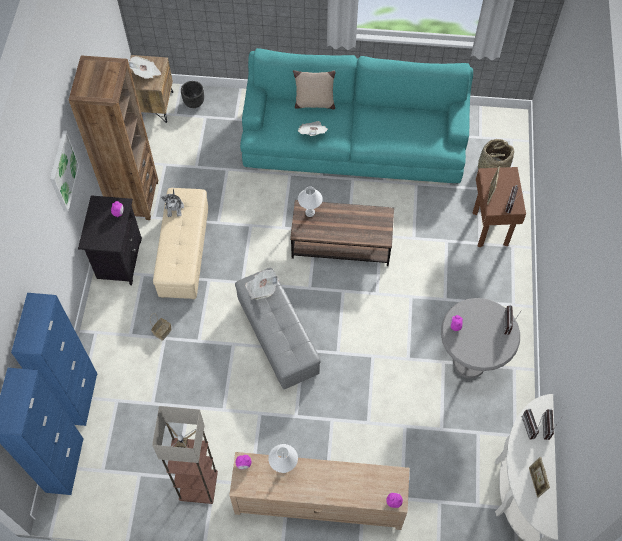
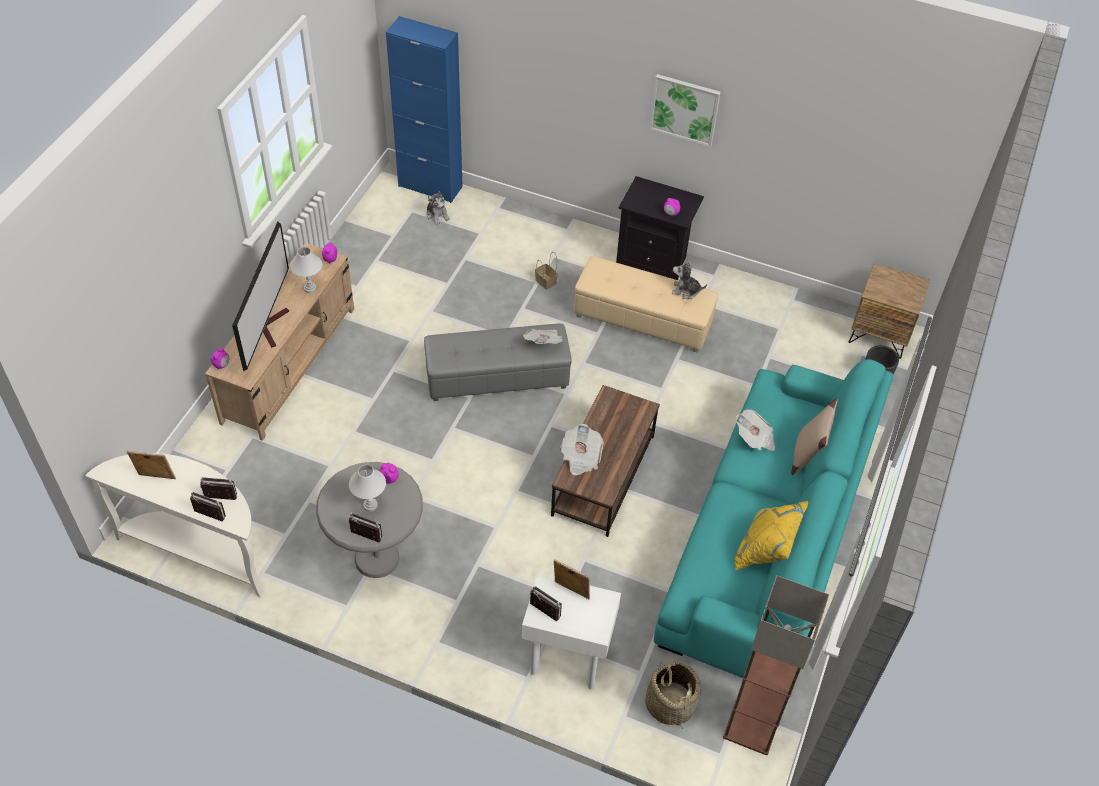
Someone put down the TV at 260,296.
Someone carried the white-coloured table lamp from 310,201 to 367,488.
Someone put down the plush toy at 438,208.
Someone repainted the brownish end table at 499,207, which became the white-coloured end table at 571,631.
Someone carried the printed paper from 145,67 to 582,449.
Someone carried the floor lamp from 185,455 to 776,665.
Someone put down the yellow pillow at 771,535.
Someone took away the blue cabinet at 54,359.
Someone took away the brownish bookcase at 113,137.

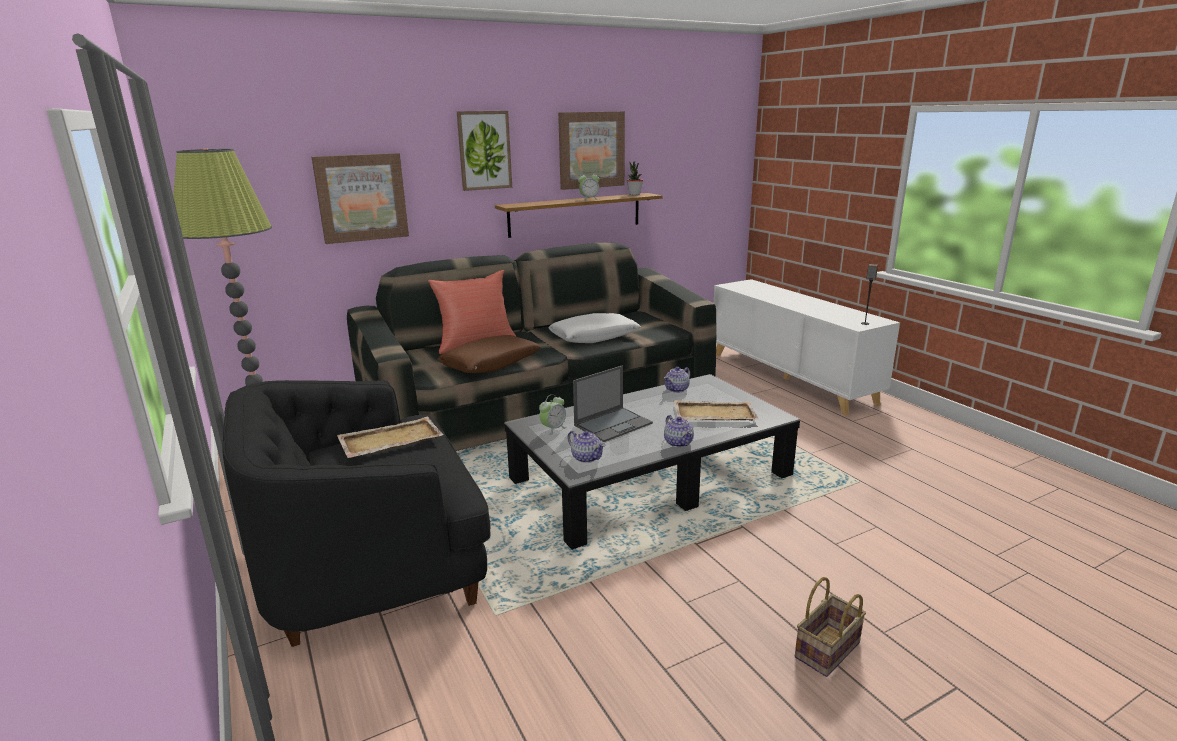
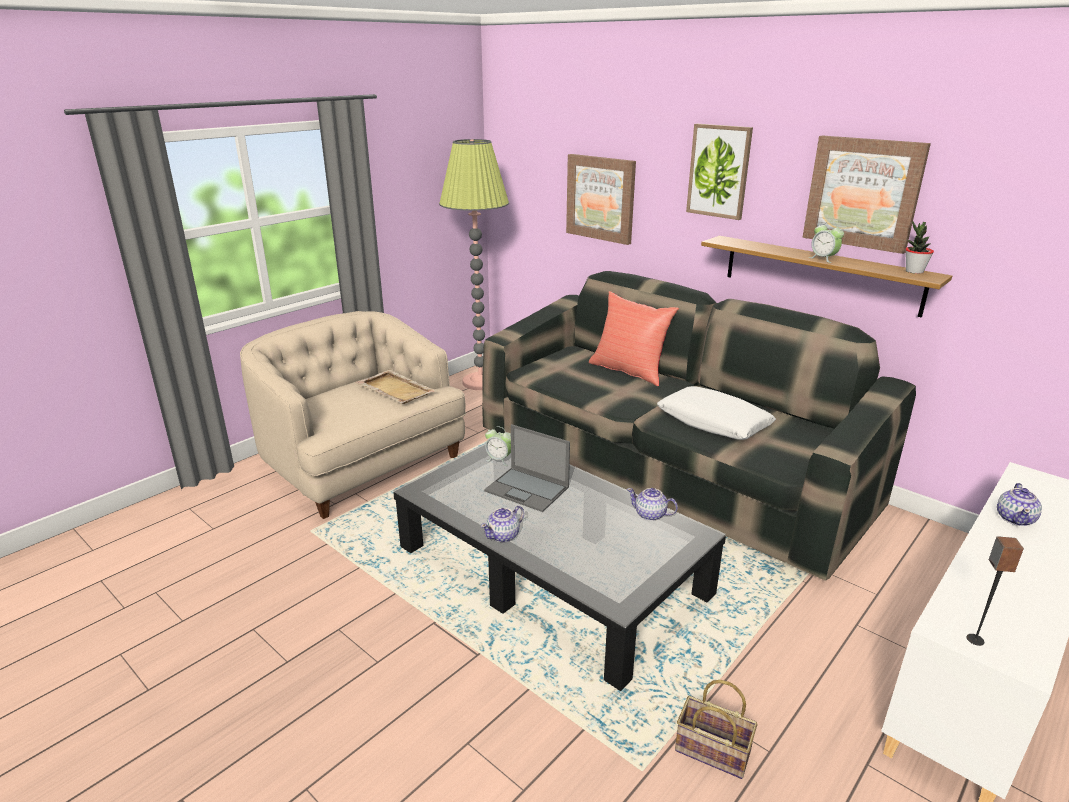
Someone repainted the black armchair at 357,513, which became the beige-coloured armchair at 353,415.
Someone carried the household basket from 830,627 to 716,729.
Someone carried the teapot from 587,447 to 1019,504.
Someone took away the brownish pillow at 489,354.
Someone took away the beige-coloured carrying tray at 716,410.

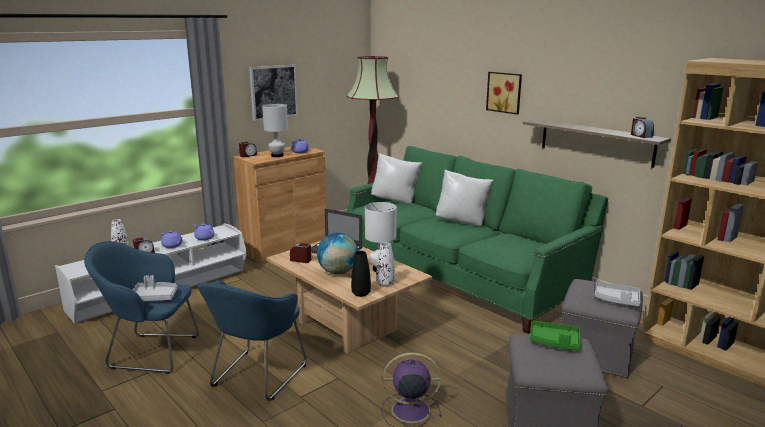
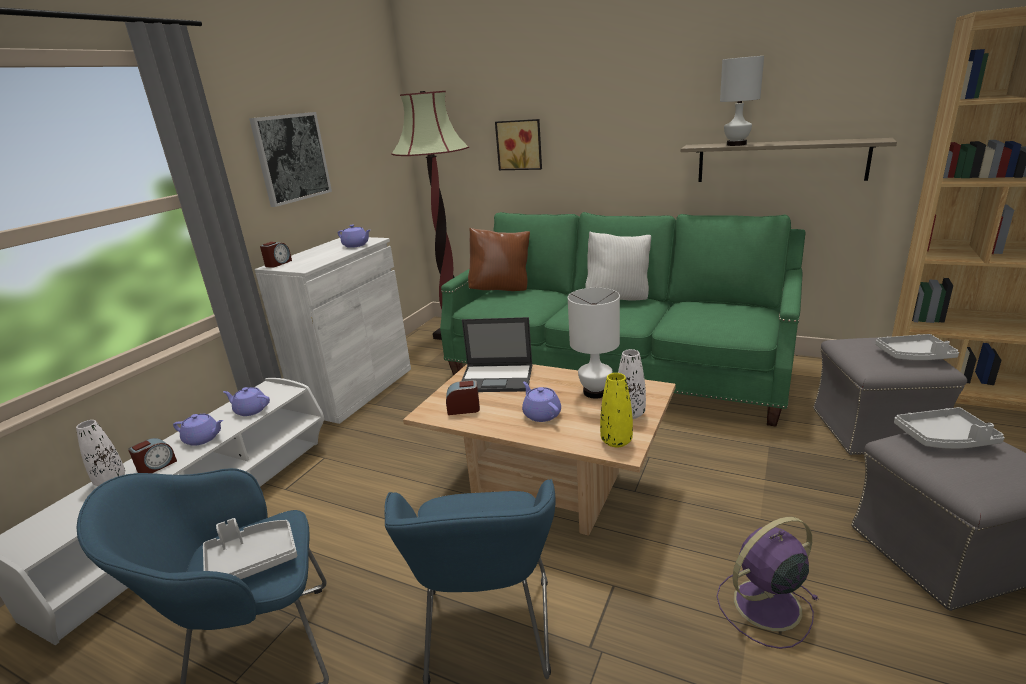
Someone repainted the brownish cabinet at 280,205, which became the white-coloured cabinet at 333,330.
Someone repainted the white-coloured pillow at 396,178, which became the brownish pillow at 499,259.
Someone carried the wall art from 504,93 to 518,144.
Someone swapped the globe at 337,253 for the purple teapot at 541,402.
Someone repainted the black vase at 361,274, which became the yellow vase at 616,410.
Someone carried the white-coloured table lamp from 275,130 to 742,101.
Someone repainted the green-coloured carrying tray at 555,336, which became the gray carrying tray at 949,428.
Someone took away the table clock at 642,127.

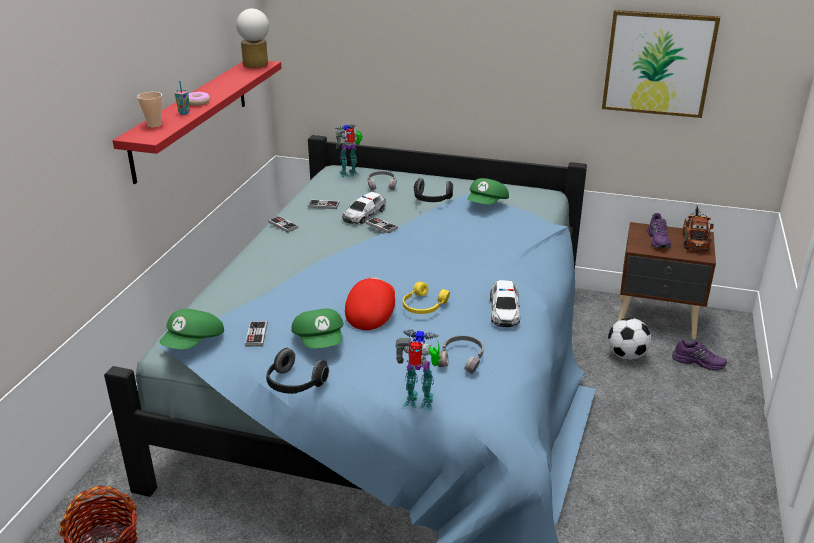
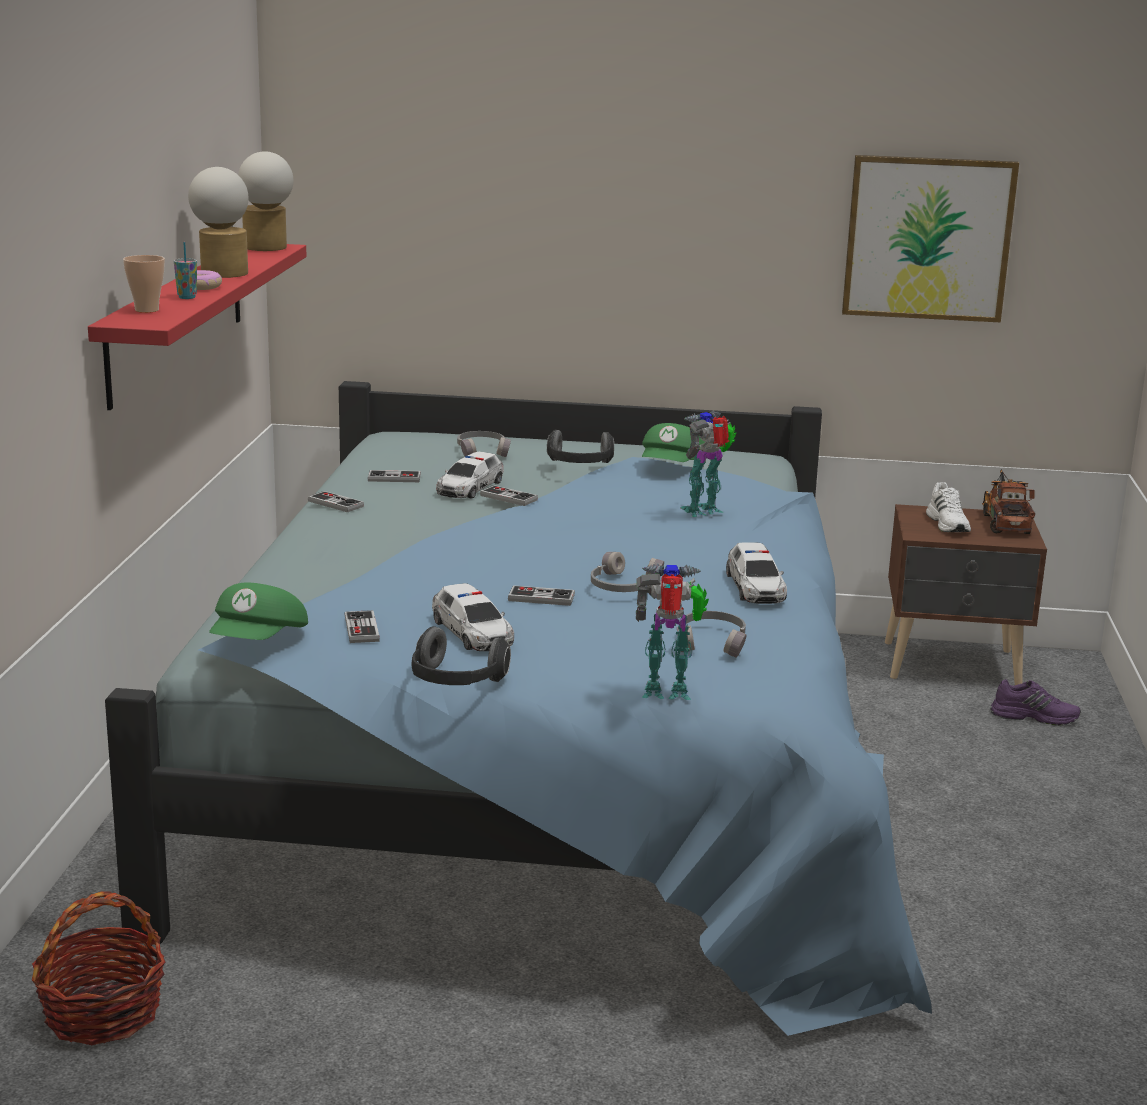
Someone put down the table lamp at 218,222.
Someone swapped the green-coloured cap at 317,328 for the miniature car at 473,617.
Someone swapped the reddish cap at 370,303 for the gamepad at 541,595.
Someone repainted the yellow headphones at 426,298, which became the gray headphones at 627,572.
Someone carried the toy robot from 349,151 to 708,464.
Someone repainted the purple low shoe at 659,230, which became the white-coloured low shoe at 948,507.
Someone took away the ball for football at 629,339.

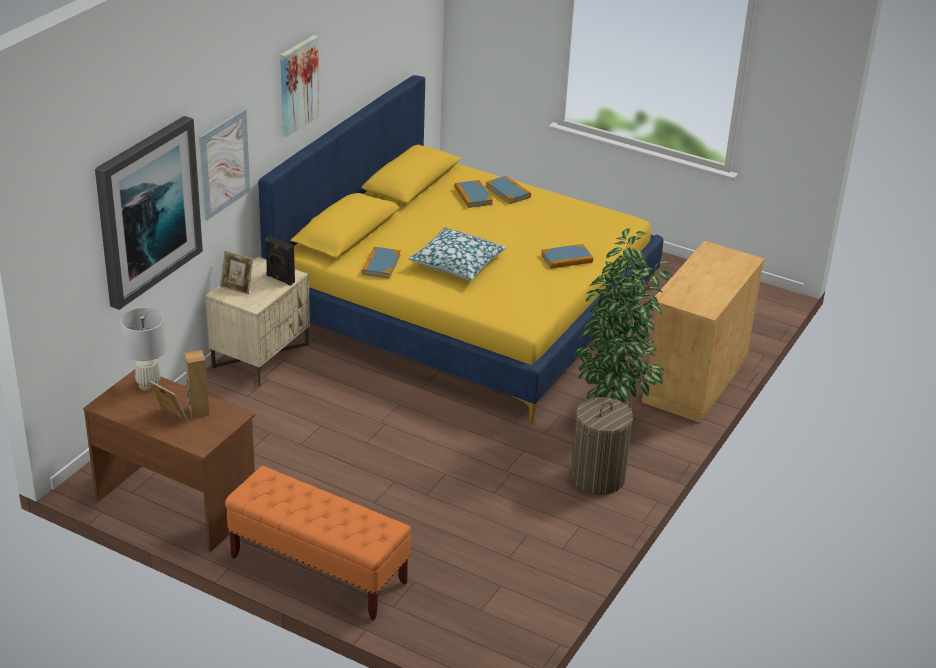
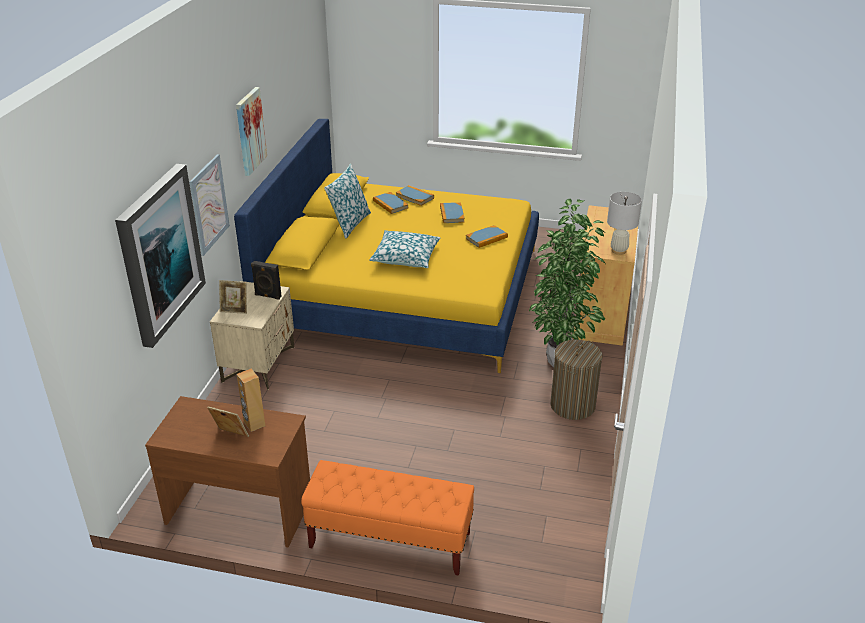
Someone put down the pillow at 347,201.
Someone carried the volume from 381,263 to 452,212.
Someone carried the white-coloured table lamp from 144,349 to 624,223.

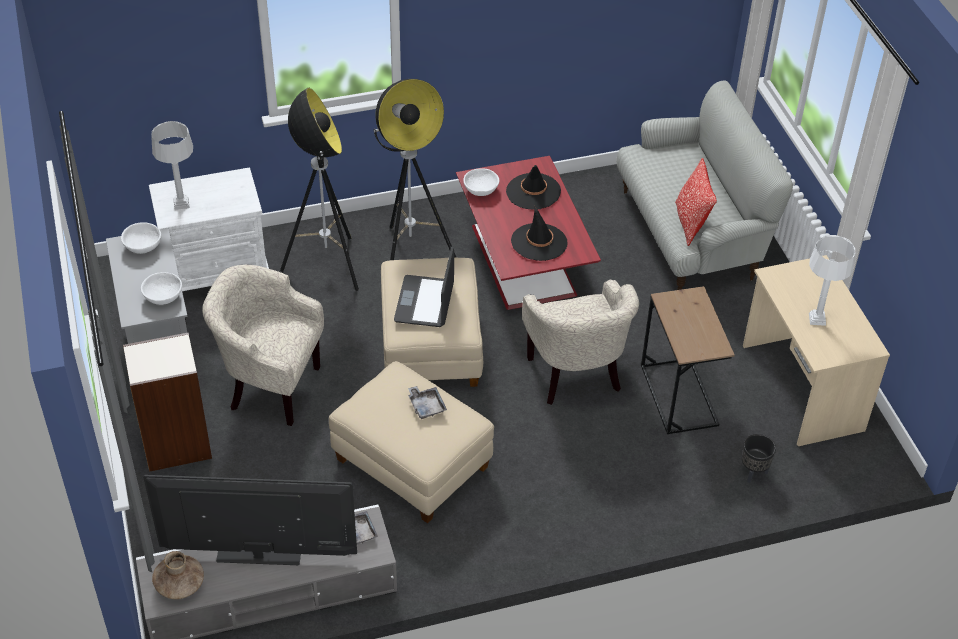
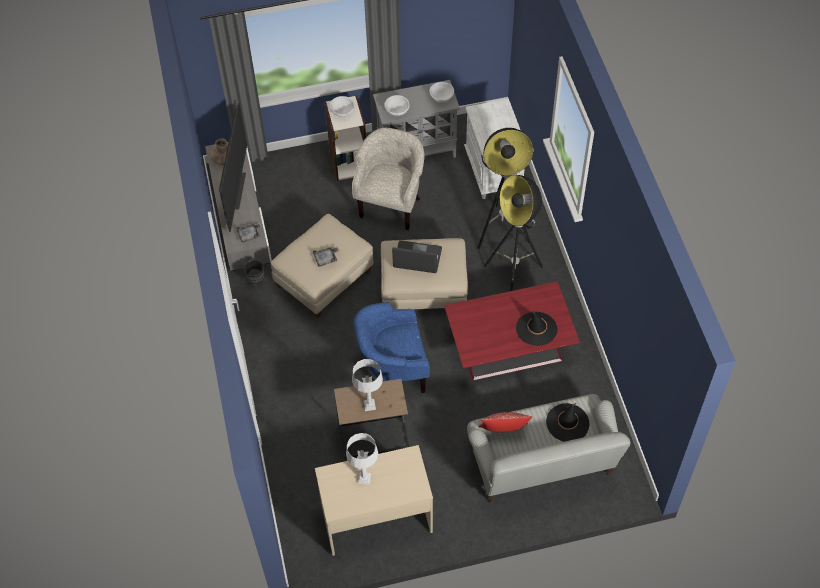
Someone carried the black plant pot from 759,458 to 254,275.
Someone carried the white-coloured serving bowl from 481,182 to 342,106.
Someone carried the gray table lamp from 172,165 to 367,385.
Someone repainted the beige-coloured armchair at 580,342, which became the blue armchair at 391,347.
Someone carried the black clothing hat from 539,233 to 568,422.

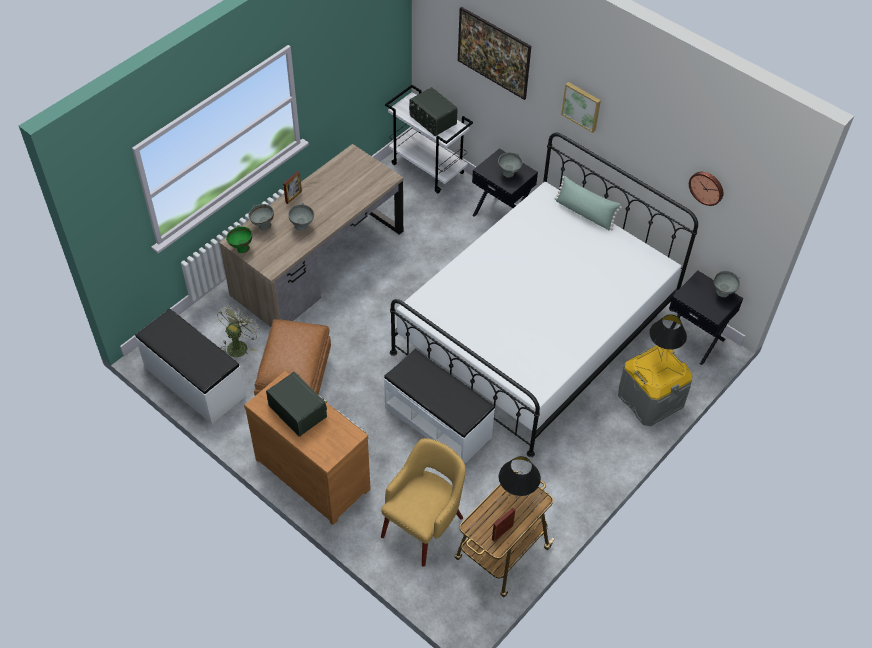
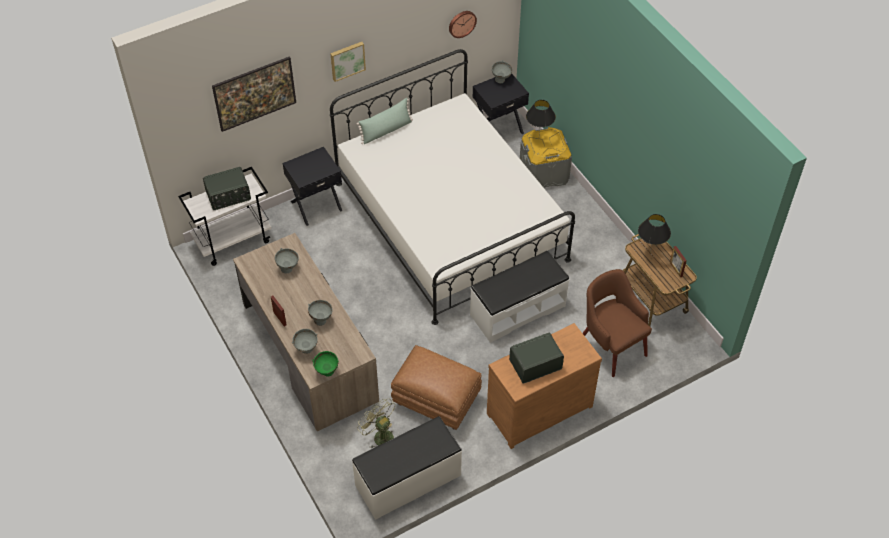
Someone carried the gray serving bowl from 510,165 to 287,260.
Someone repainted the yellow armchair at 423,502, which became the brownish armchair at 617,323.

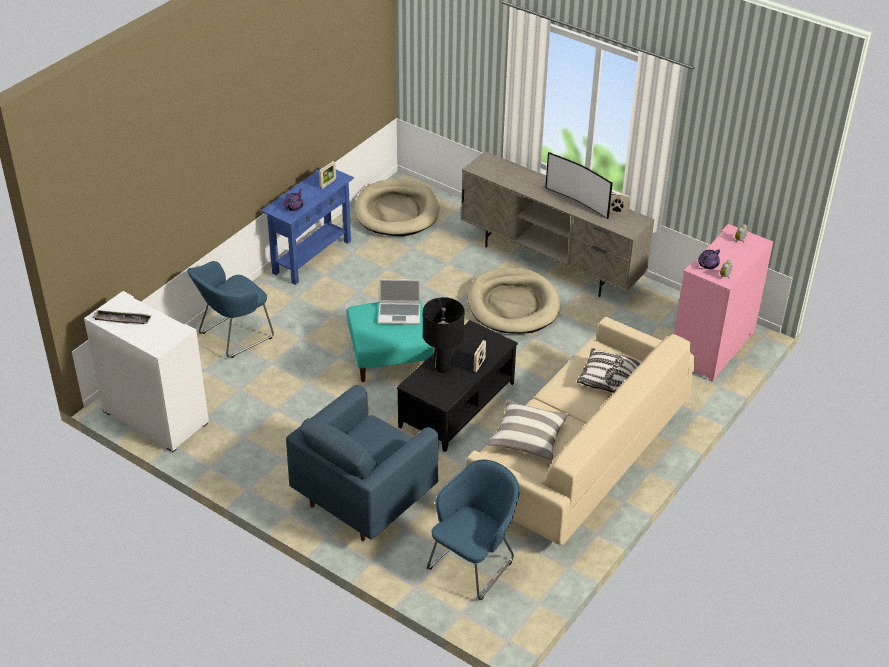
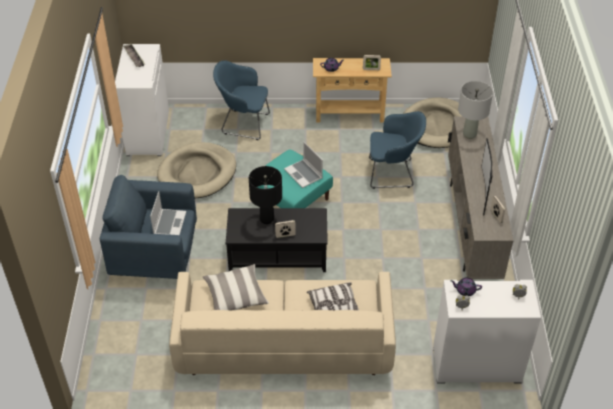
Someone put down the notebook computer at 168,213.
Someone carried the beige-coloured pet bed from 514,300 to 196,170.
Someone repainted the blue narrow table at 307,225, which became the beige-coloured narrow table at 352,90.
Someone carried the blue armchair from 473,529 to 397,150.
Someone repainted the pink-coloured cabinet at 723,303, which became the white-coloured cabinet at 487,332.
Someone put down the gray table lamp at 475,110.

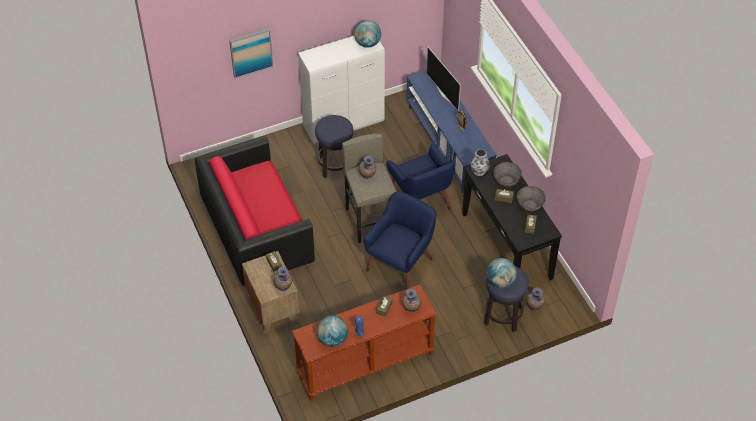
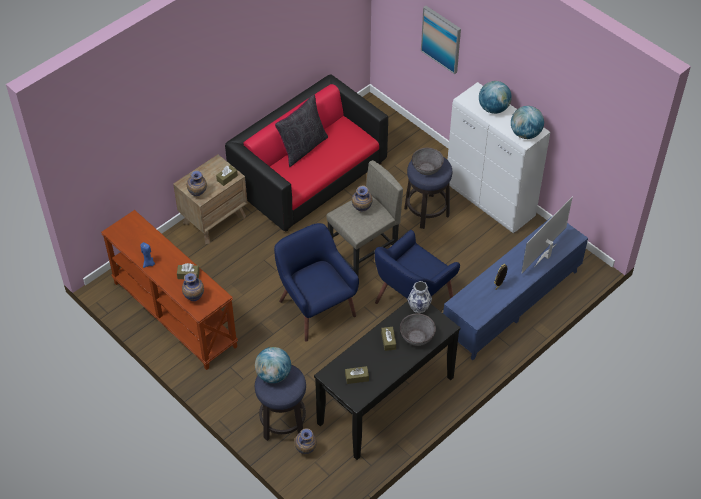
Someone rotated the blue armchair at 400,240 by 135 degrees counterclockwise.
Someone put down the black pillow at 301,131.
Someone carried the gray serving bowl from 531,198 to 428,161.
Someone carried the globe from 332,331 to 495,97.

